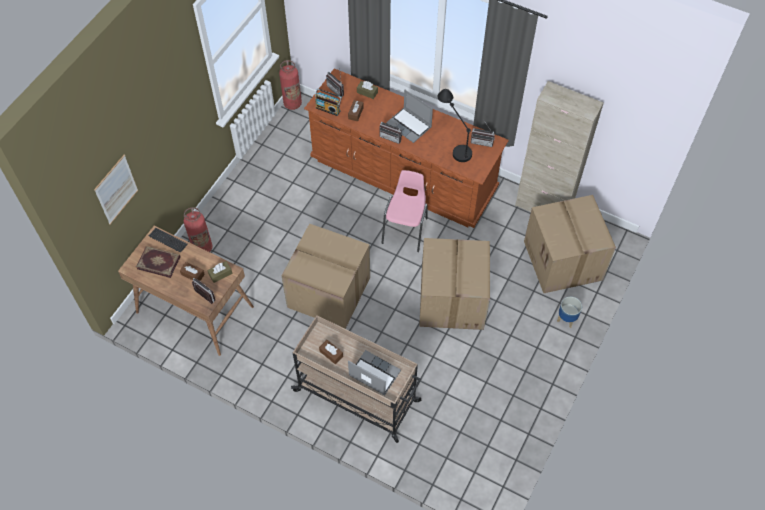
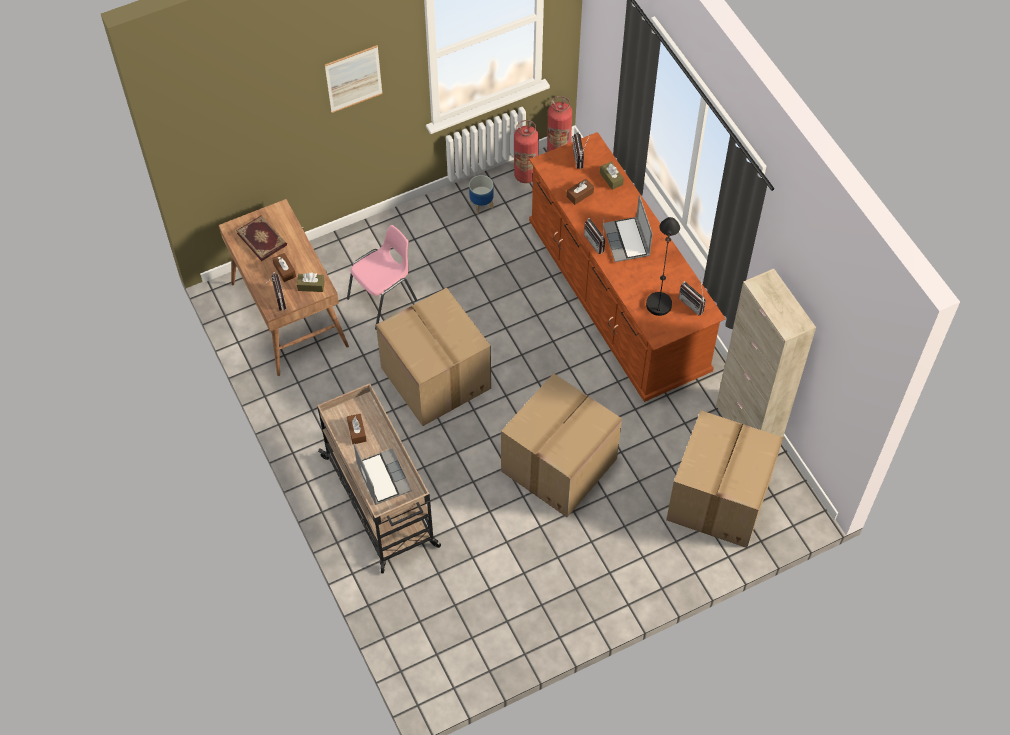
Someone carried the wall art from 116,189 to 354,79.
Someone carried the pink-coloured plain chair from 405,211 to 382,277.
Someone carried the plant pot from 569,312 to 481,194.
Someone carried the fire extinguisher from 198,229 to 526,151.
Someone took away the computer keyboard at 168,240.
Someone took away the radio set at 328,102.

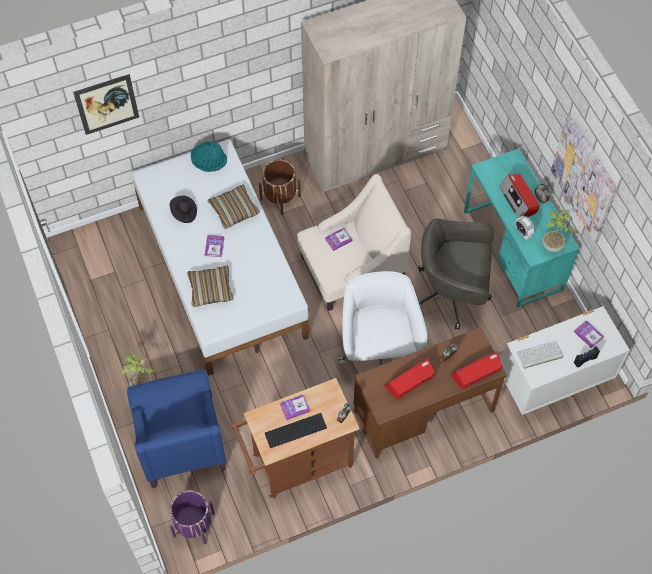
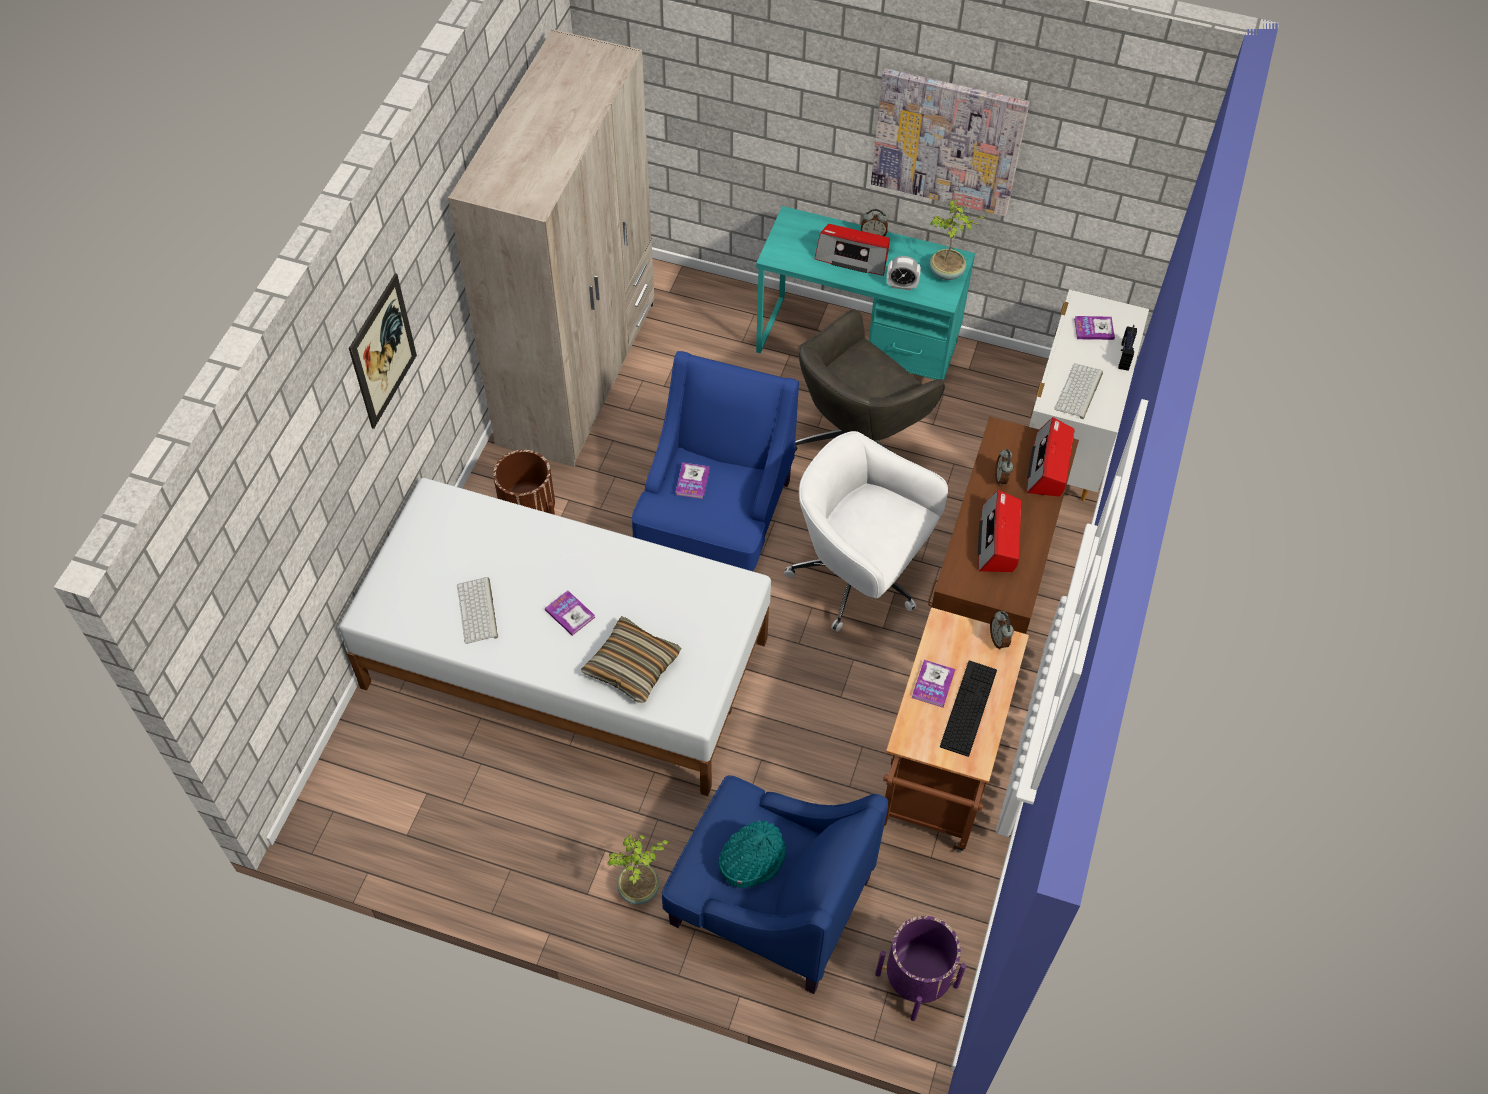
Someone carried the wall art from 106,104 to 383,351.
Someone swapped the black clothing hat at 183,209 for the computer keyboard at 477,610.
Someone repainted the beige-coloured armchair at 354,242, which became the blue armchair at 715,461.
Someone carried the turquoise-coloured clothing hat from 209,156 to 752,854.
Someone took away the pillow at 234,206.

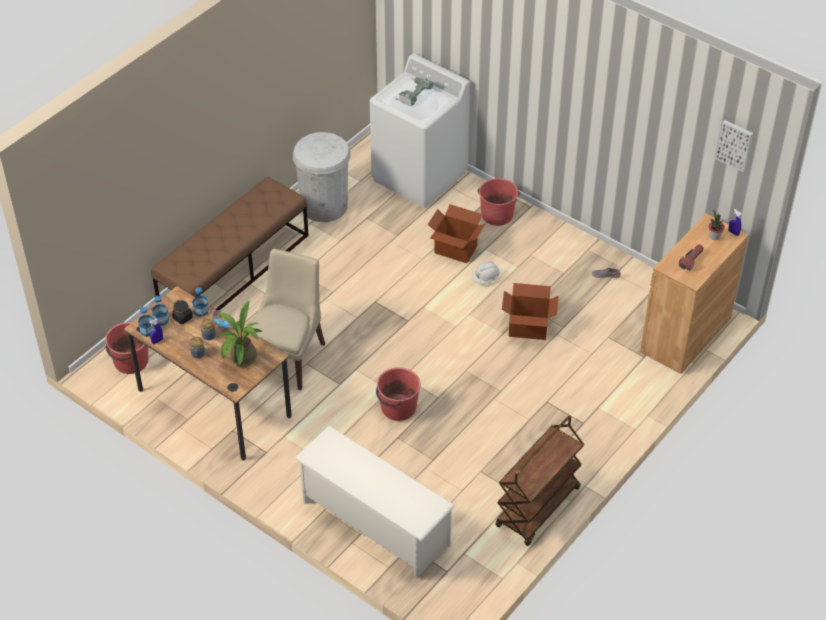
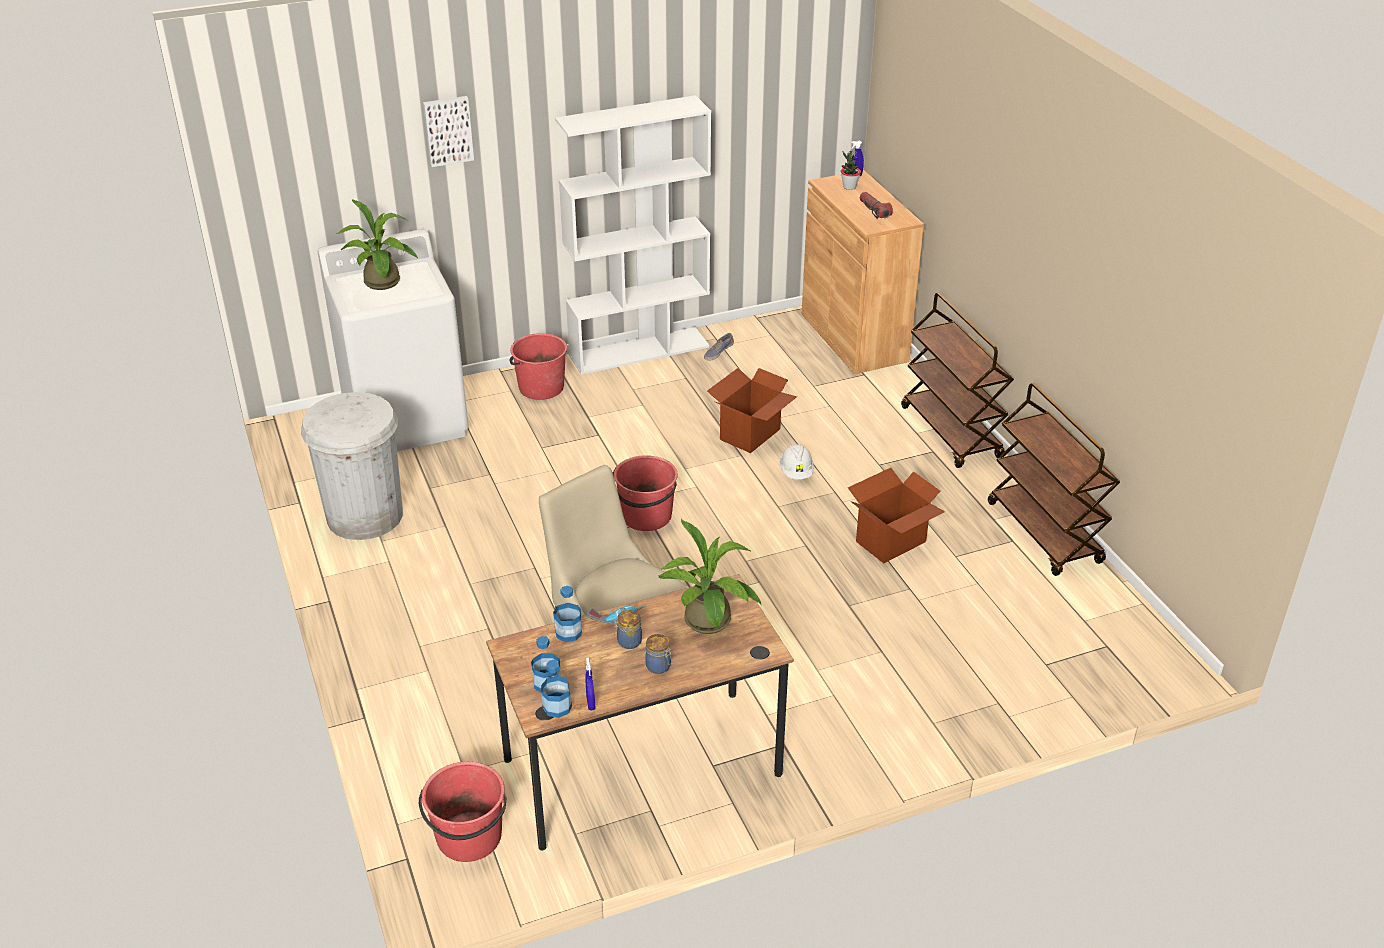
Someone swapped the power drill at 415,91 for the houseplant at 377,244.
Someone carried the wall art from 734,146 to 448,131.
Someone put down the white-coloured bookcase at 633,235.
Someone carried the reddish pail from 398,394 to 645,493.
Someone carried the white-coloured work helmet from 486,272 to 797,461.
Someone carried the packing box from 456,233 to 896,515.
Someone put down the brownish cart at 957,380.
Someone took away the brownish long seat at 230,243.
Someone took away the black storage jar at 182,312.
Someone took away the white-coloured shoe stand at 374,502.

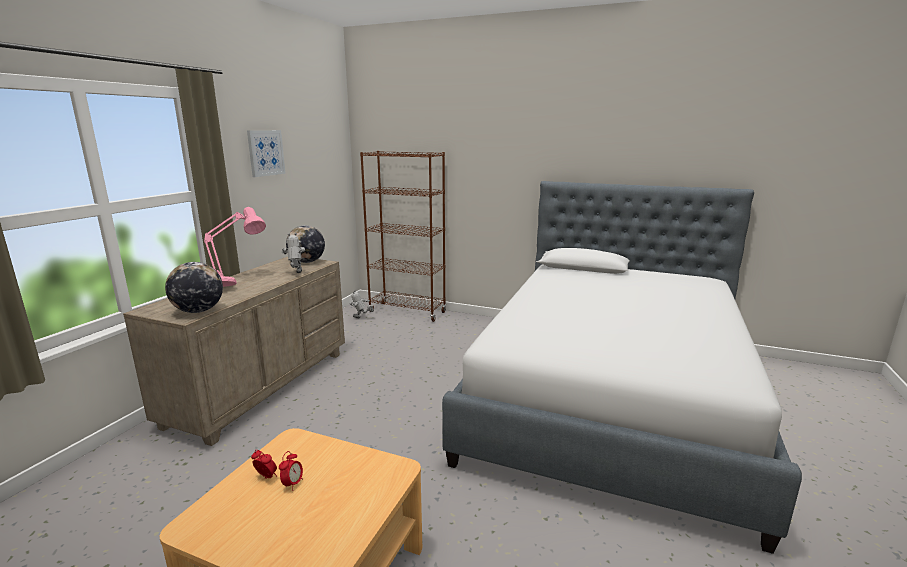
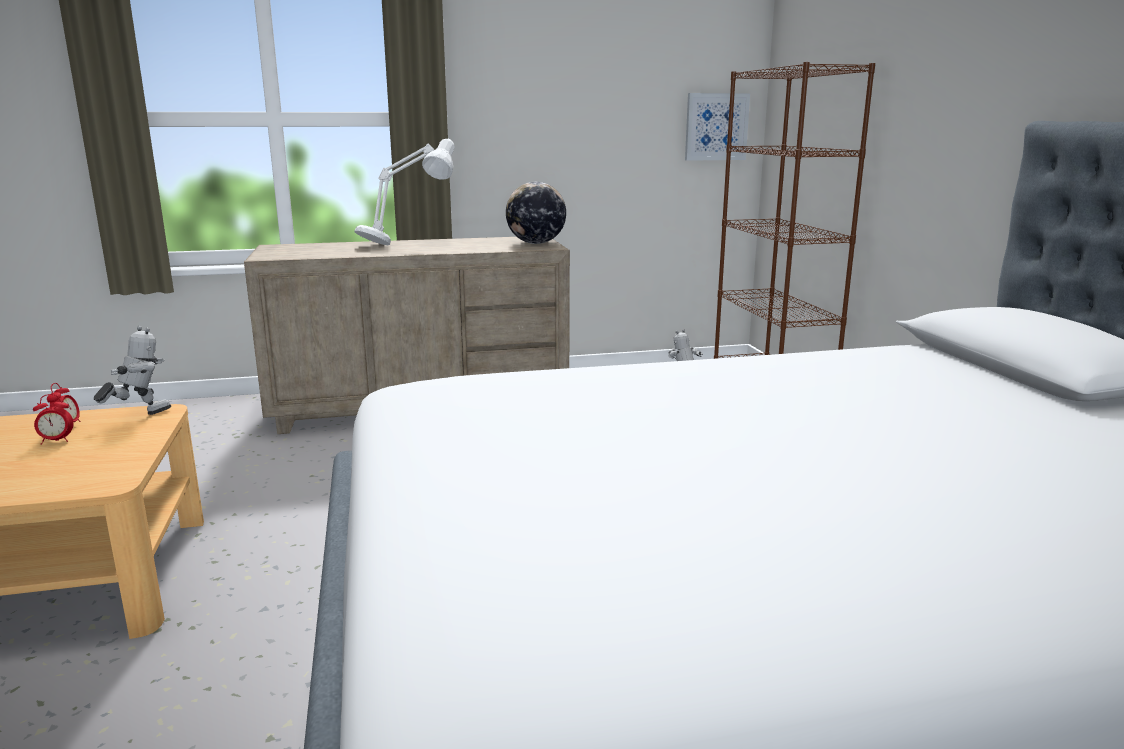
Someone carried the toy robot from 293,253 to 132,370.
Someone repainted the pink-coloured table lamp at 235,247, which became the white-coloured table lamp at 404,192.
Someone carried the wall art from 266,153 to 717,127.
Someone took away the globe at 194,287.

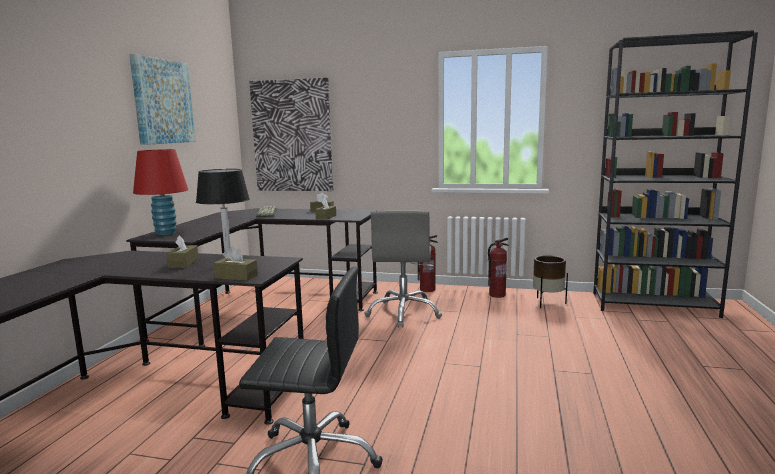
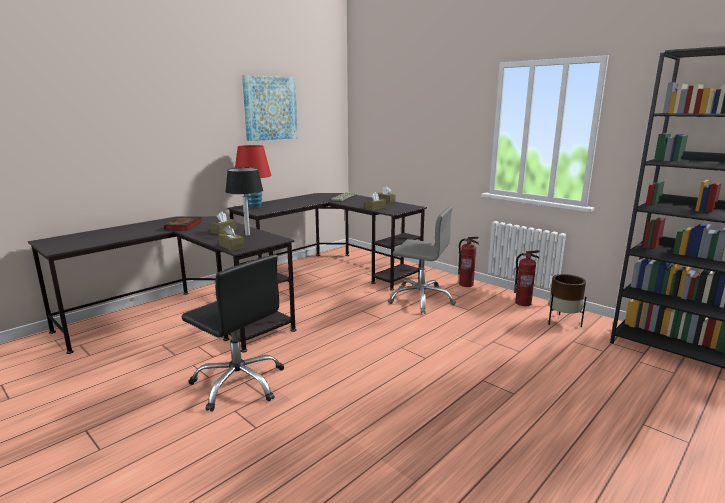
Someone put down the volume at 183,223.
Someone rotated the gray desk chair at 403,269 by 105 degrees counterclockwise.
Someone took away the wall art at 291,134.

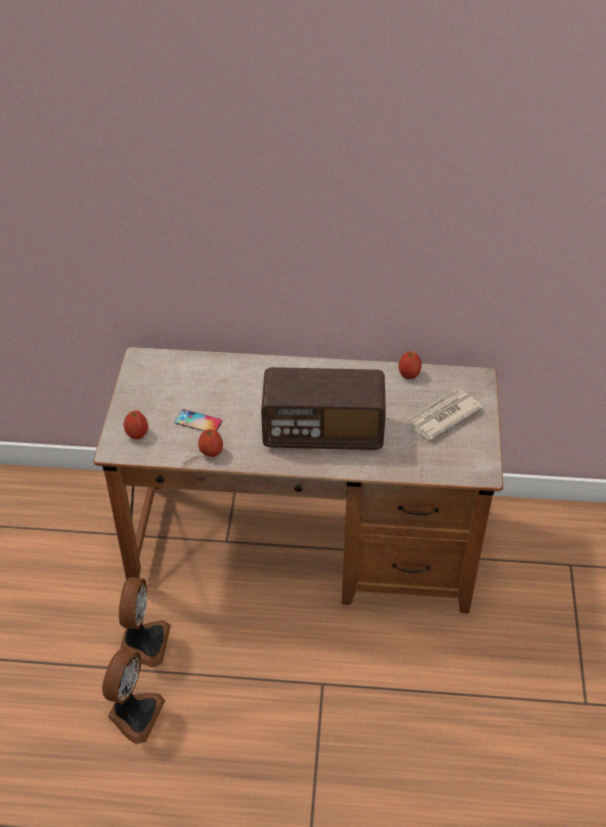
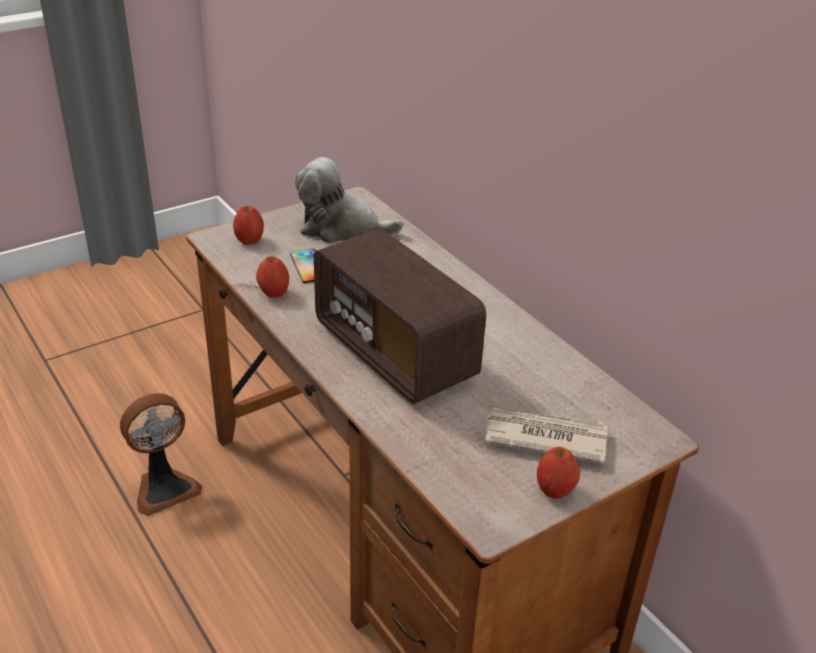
Someone put down the plush toy at 349,200.
Someone carried the whole apple from 410,365 to 558,473.
Someone took away the cooling fan at 133,696.

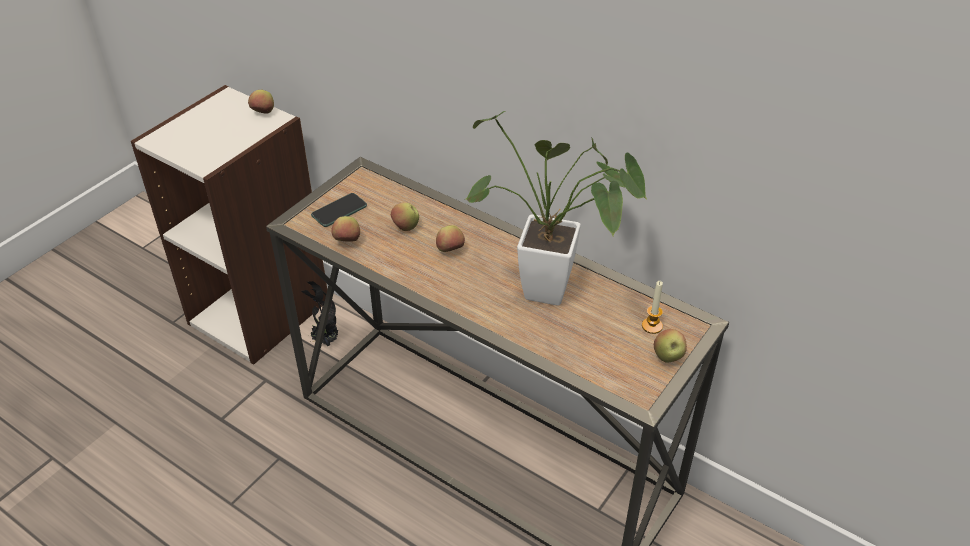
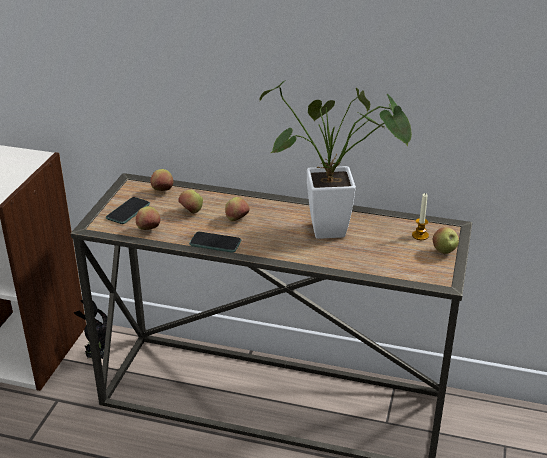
Someone carried the whole apple from 261,102 to 161,180.
Someone put down the handset at 215,242.

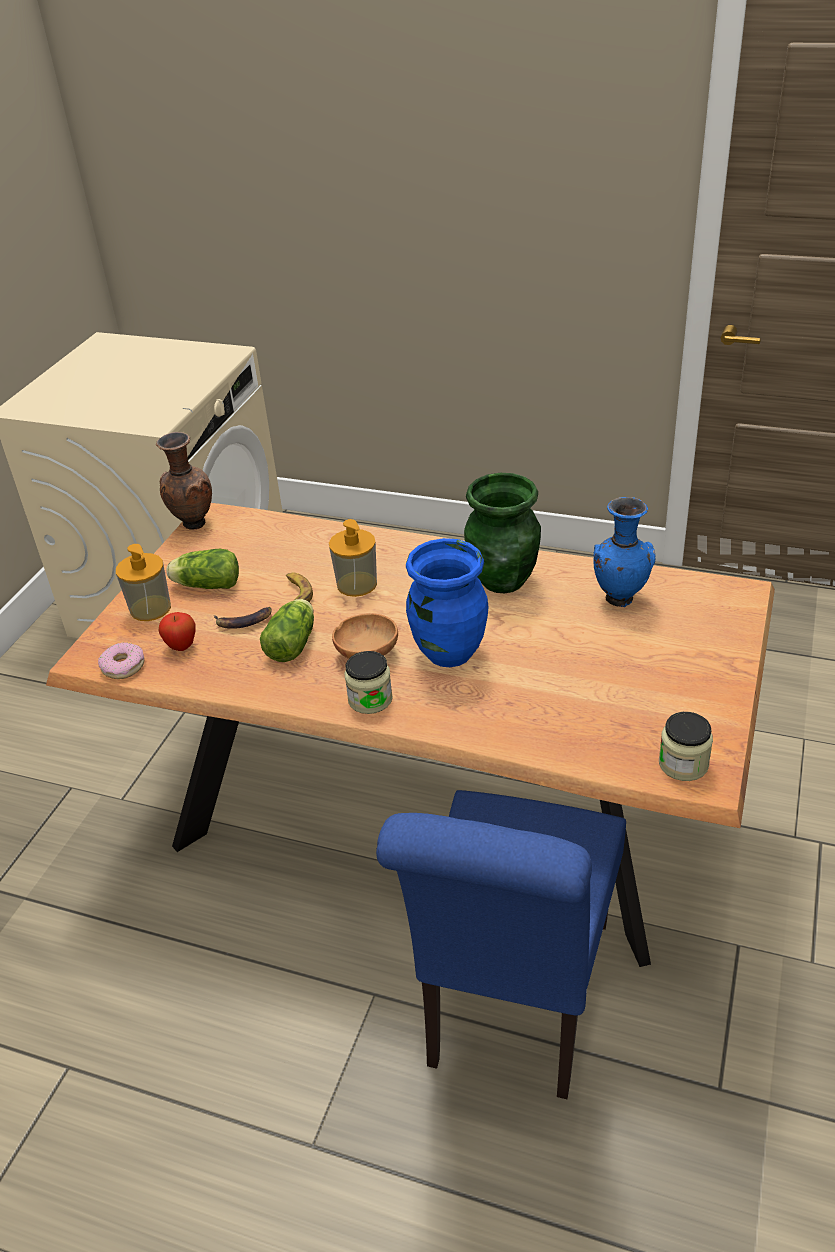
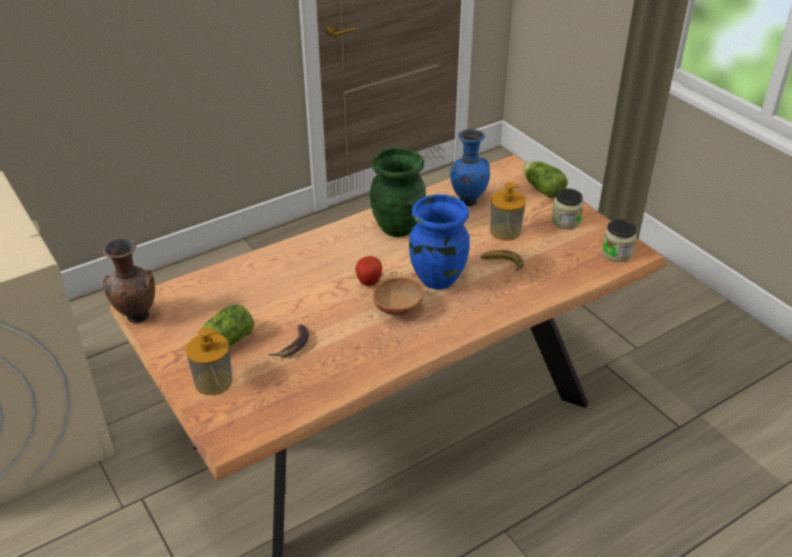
Someone carried the whole apple from 176,631 to 368,271.
Someone carried the whole banana from 299,587 to 502,260.
Someone carried the soap bottle from 353,558 to 508,211.
Someone carried the lettuce head from 287,630 to 545,179.
Someone carried the storage jar from 368,682 to 567,209.
Someone took away the ring doughnut at 121,661.
Someone took away the blue plain chair at 501,944.

